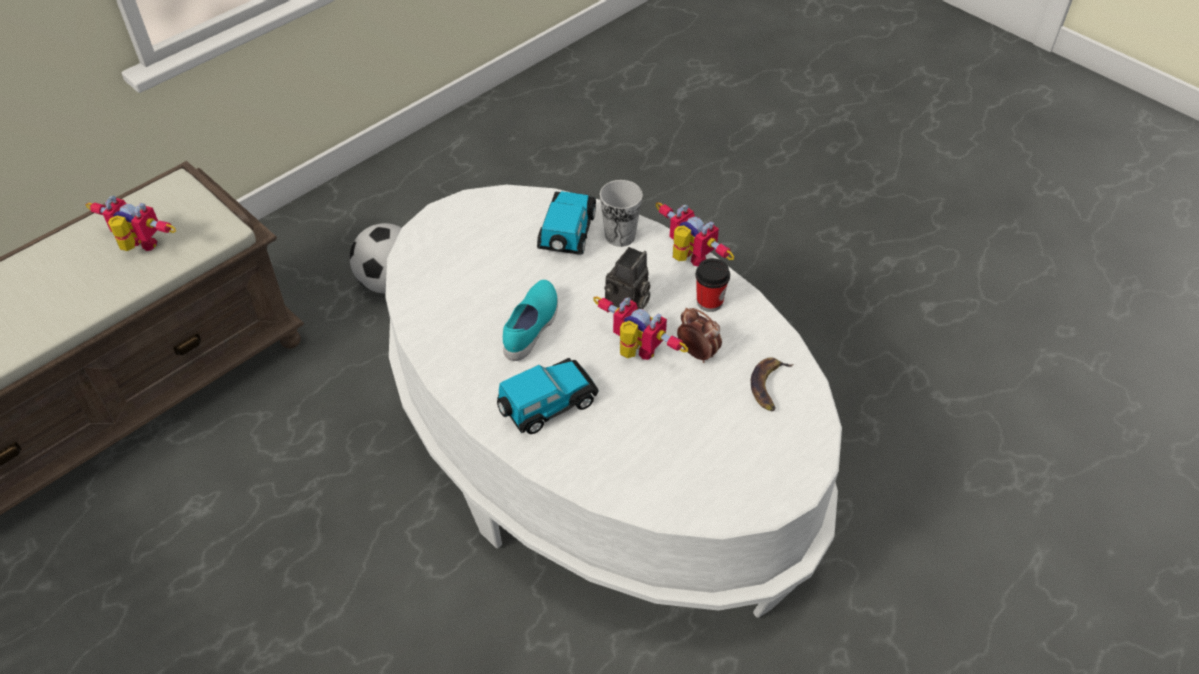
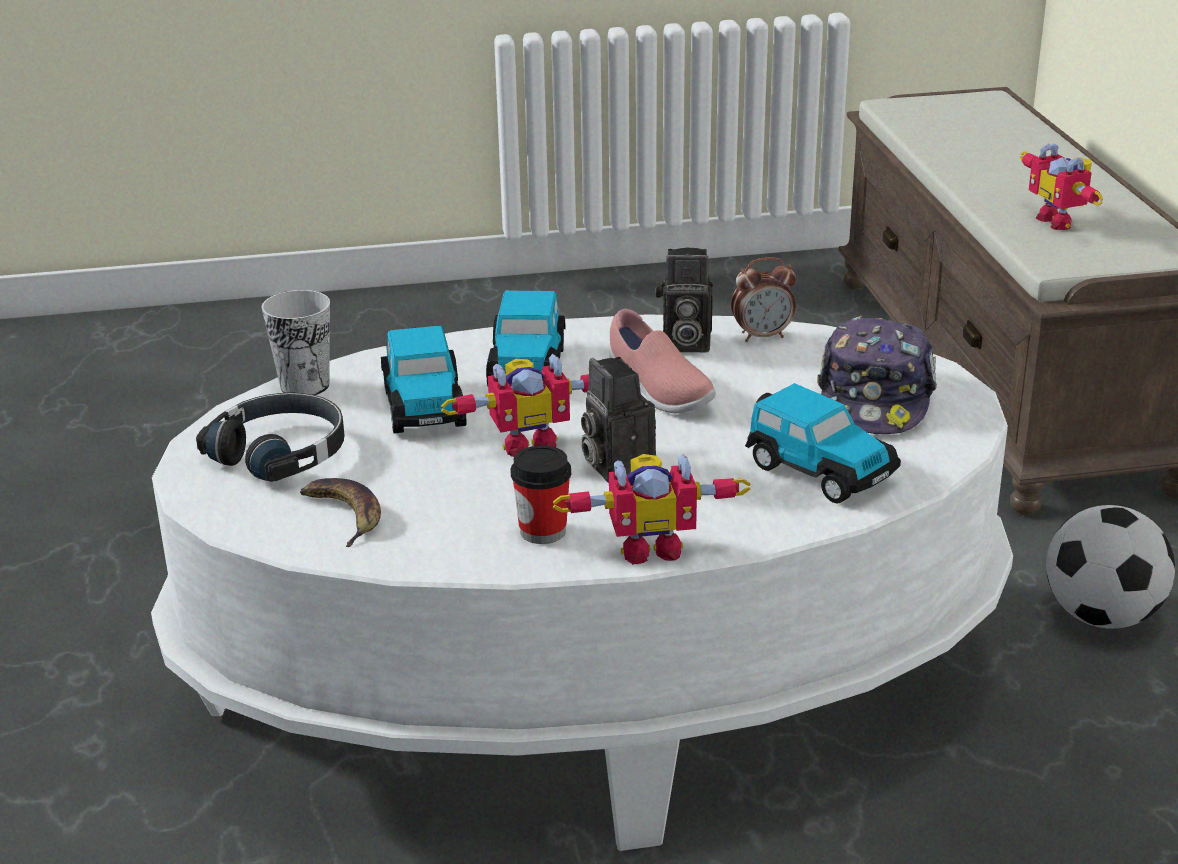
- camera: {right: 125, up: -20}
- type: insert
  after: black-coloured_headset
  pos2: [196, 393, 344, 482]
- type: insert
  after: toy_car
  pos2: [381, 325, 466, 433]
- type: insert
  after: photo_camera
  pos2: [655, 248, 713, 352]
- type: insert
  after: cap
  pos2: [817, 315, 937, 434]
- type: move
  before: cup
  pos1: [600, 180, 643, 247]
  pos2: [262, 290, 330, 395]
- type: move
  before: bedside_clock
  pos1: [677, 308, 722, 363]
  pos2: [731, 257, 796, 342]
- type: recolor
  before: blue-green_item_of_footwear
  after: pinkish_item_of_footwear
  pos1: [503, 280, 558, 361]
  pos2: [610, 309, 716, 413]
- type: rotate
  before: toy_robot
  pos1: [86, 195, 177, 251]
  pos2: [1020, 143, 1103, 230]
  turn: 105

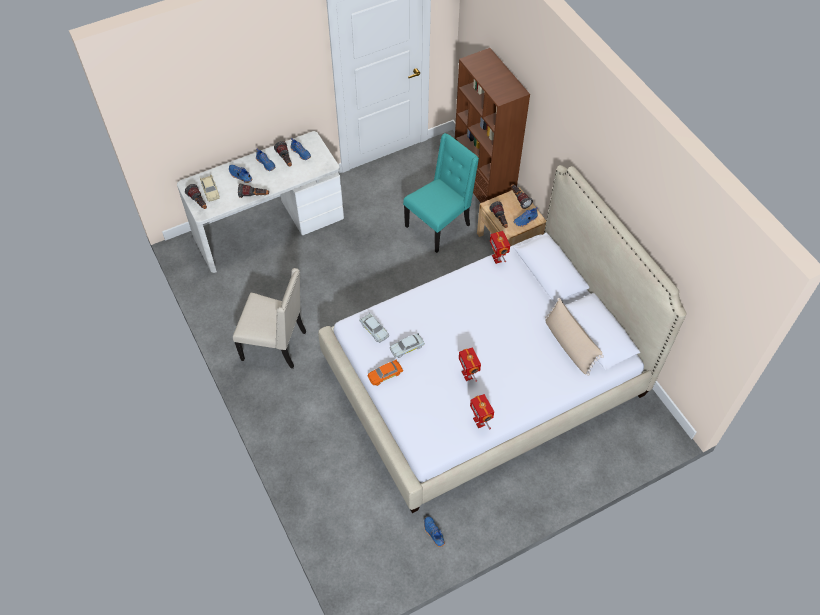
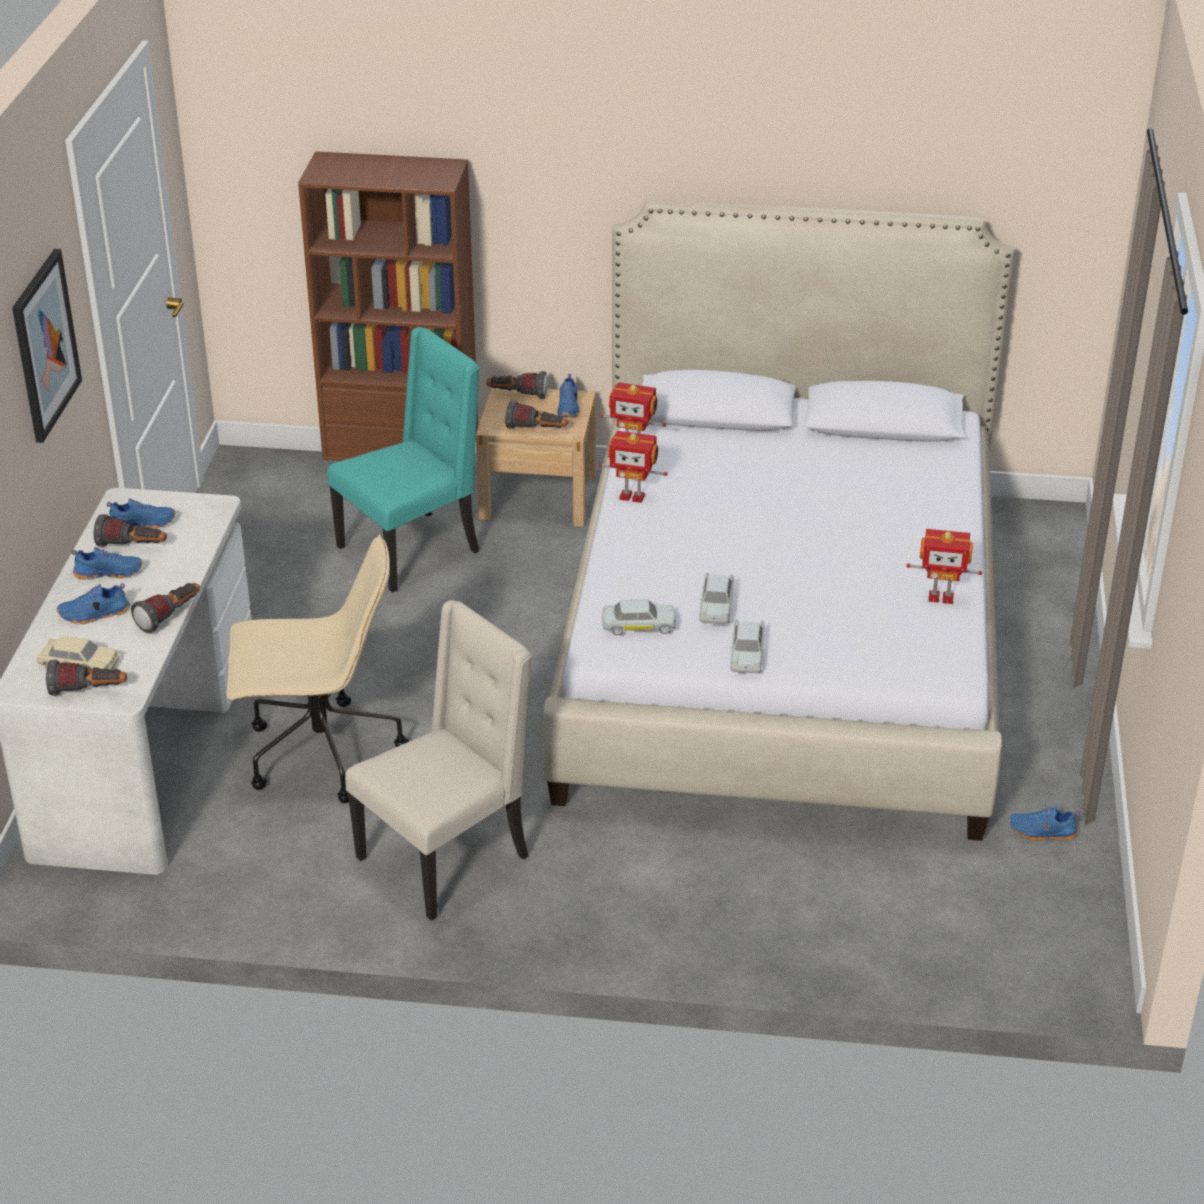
- camera: {right: -55, up: -20}
- type: delete
  before: sand-coloured_cushion
  pos1: [545, 298, 604, 376]
- type: insert
  after: wall_picture
  pos2: [12, 249, 82, 443]
- type: insert
  after: sand-coloured_desk_chair
  pos2: [227, 535, 409, 803]
- type: move
  before: toy_robot
  pos1: [459, 347, 481, 382]
  pos2: [599, 431, 668, 503]
- type: recolor
  before: orangey_toy_car
  after: white_toy_car
  pos1: [367, 360, 403, 386]
  pos2: [730, 619, 765, 673]
- type: rotate
  before: blue-green_chair
  pos1: [403, 133, 479, 253]
  pos2: [327, 327, 479, 593]
  turn: 60

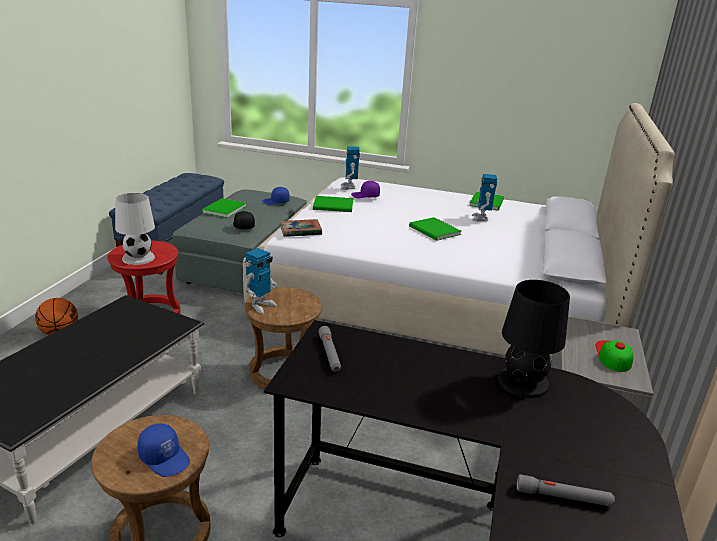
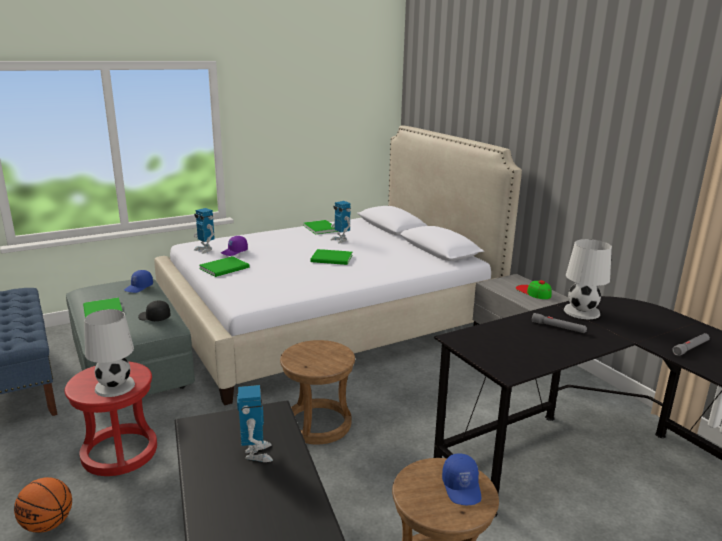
- camera: {right: -45, up: -5}
- type: delete
  before: book
  pos1: [280, 219, 322, 237]
- type: move
  before: toy_robot
  pos1: [245, 248, 277, 314]
  pos2: [237, 385, 273, 462]
- type: move
  before: gray_flashlight
  pos1: [318, 326, 341, 372]
  pos2: [532, 313, 587, 333]
- type: recolor
  before: black-coloured_tabletop_lamp
  after: white_tabletop_lamp
  pos1: [498, 280, 570, 398]
  pos2: [564, 239, 612, 319]
- type: rotate
  before: blue-coloured_cap
  pos1: [137, 424, 190, 477]
  pos2: [442, 453, 481, 505]
  turn: 90

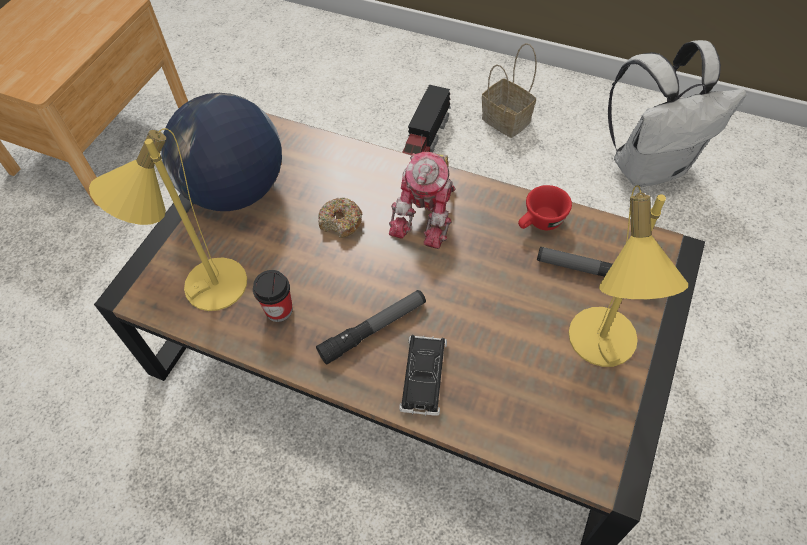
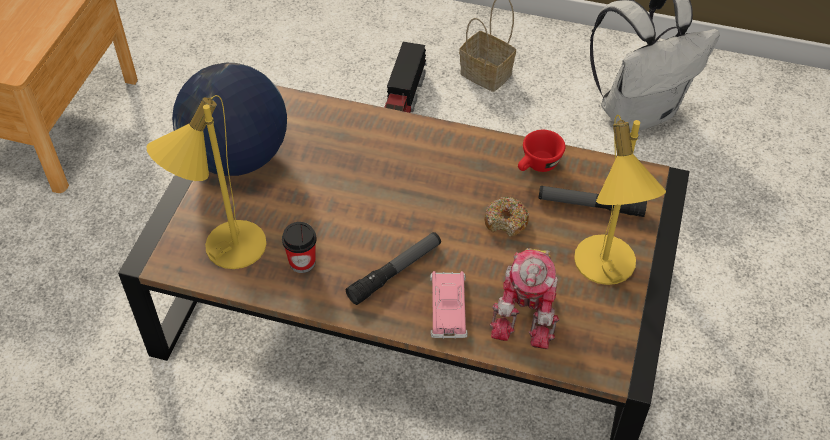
- camera: {right: -10, up: -5}
- type: move
  before: doughnut
  pos1: [318, 198, 362, 238]
  pos2: [484, 197, 529, 237]
- type: move
  before: toy_robot
  pos1: [389, 152, 456, 249]
  pos2: [490, 248, 559, 349]
- type: recolor
  before: black-coloured_toy_car
  after: pinkish_toy_car
  pos1: [399, 335, 447, 416]
  pos2: [430, 271, 468, 339]

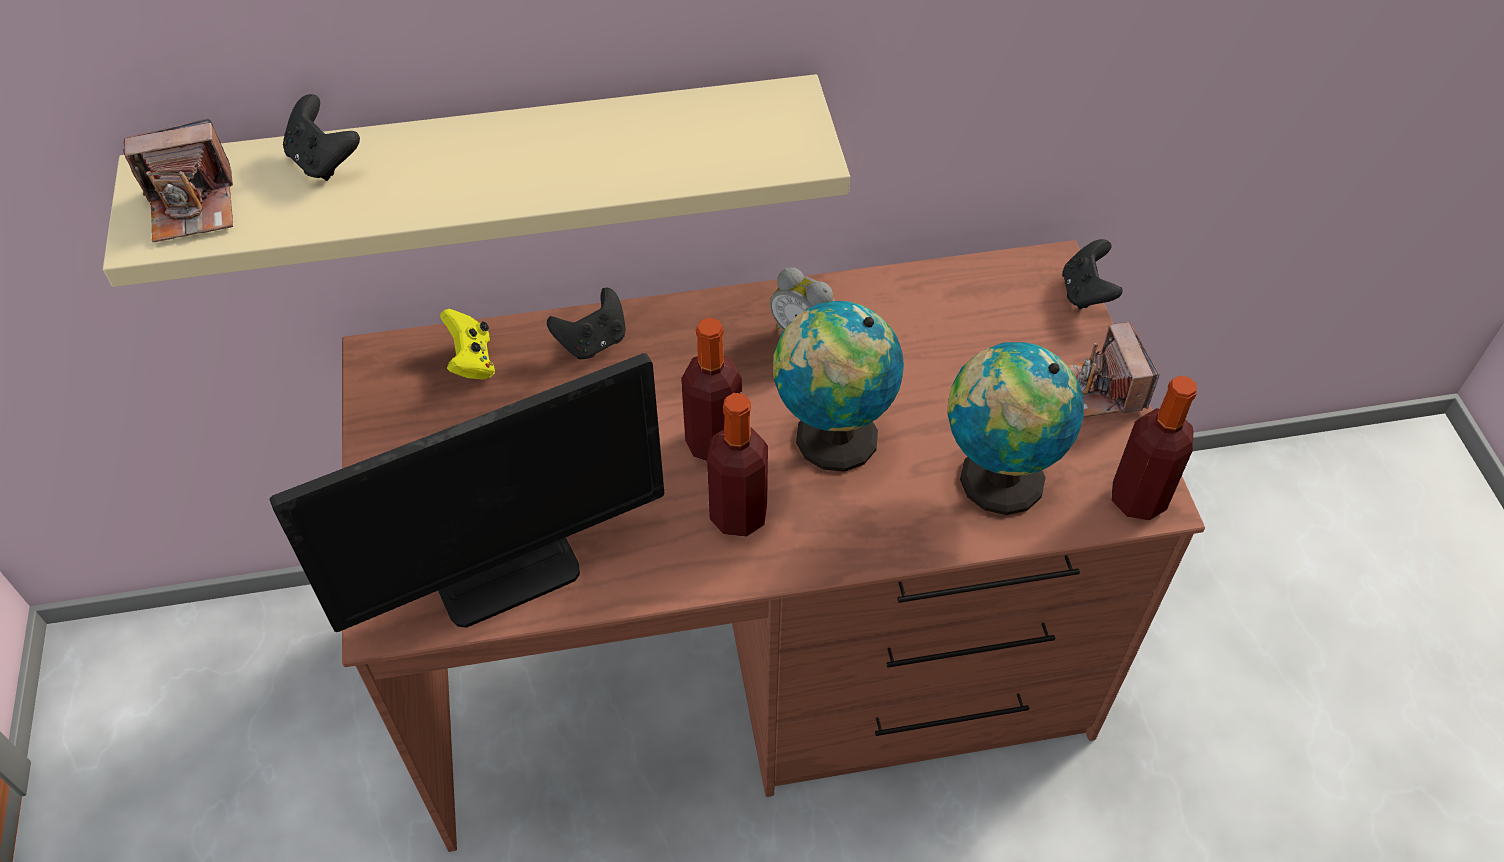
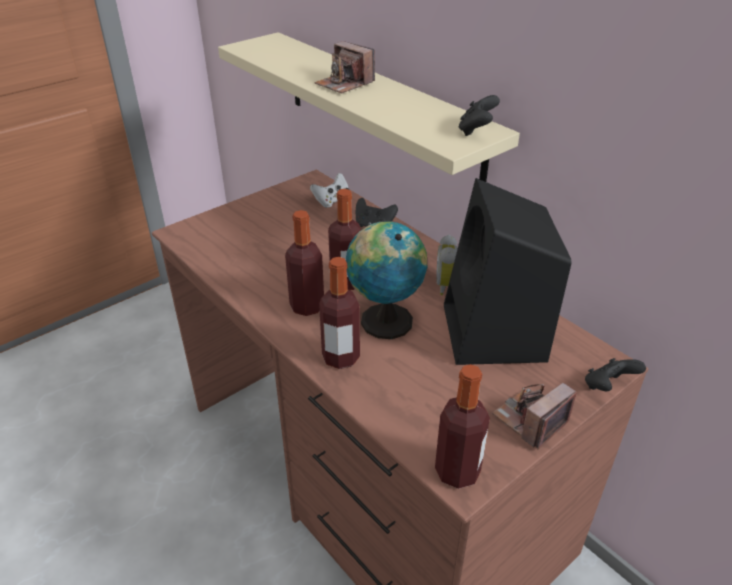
- camera: {right: 60, up: -15}
- type: delete
  before: monitor
  pos1: [270, 353, 664, 632]
- type: delete
  before: world_globe
  pos1: [947, 342, 1084, 515]
- type: insert
  after: beverage_bottle
  pos2: [319, 257, 360, 369]
- type: insert
  after: black-coloured_audio_speaker
  pos2: [444, 178, 571, 365]
- type: move
  before: photo_camera
  pos1: [123, 118, 233, 242]
  pos2: [314, 41, 375, 93]
- type: move
  before: black-coloured_game_controller
  pos1: [283, 94, 360, 181]
  pos2: [459, 95, 500, 136]
- type: recolor
  before: yellow-coloured_game_controller
  after: white_game_controller
  pos1: [440, 309, 495, 379]
  pos2: [310, 173, 349, 208]

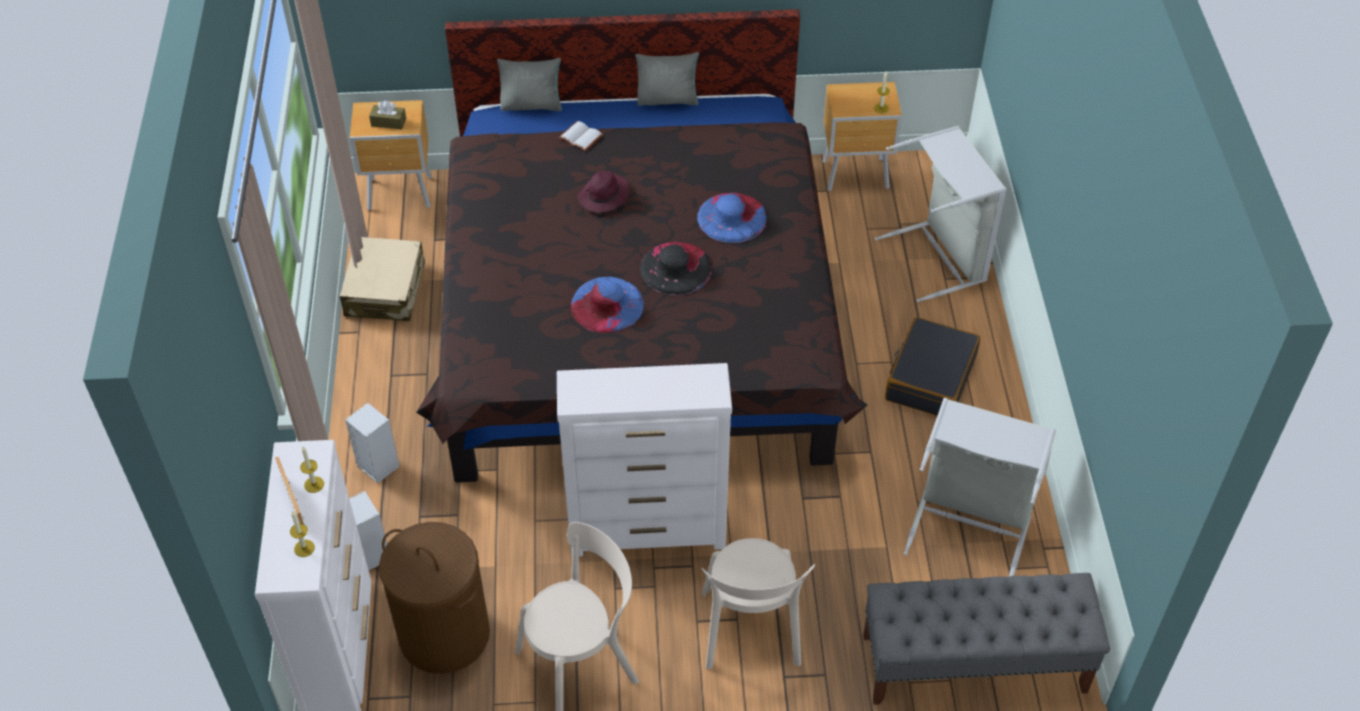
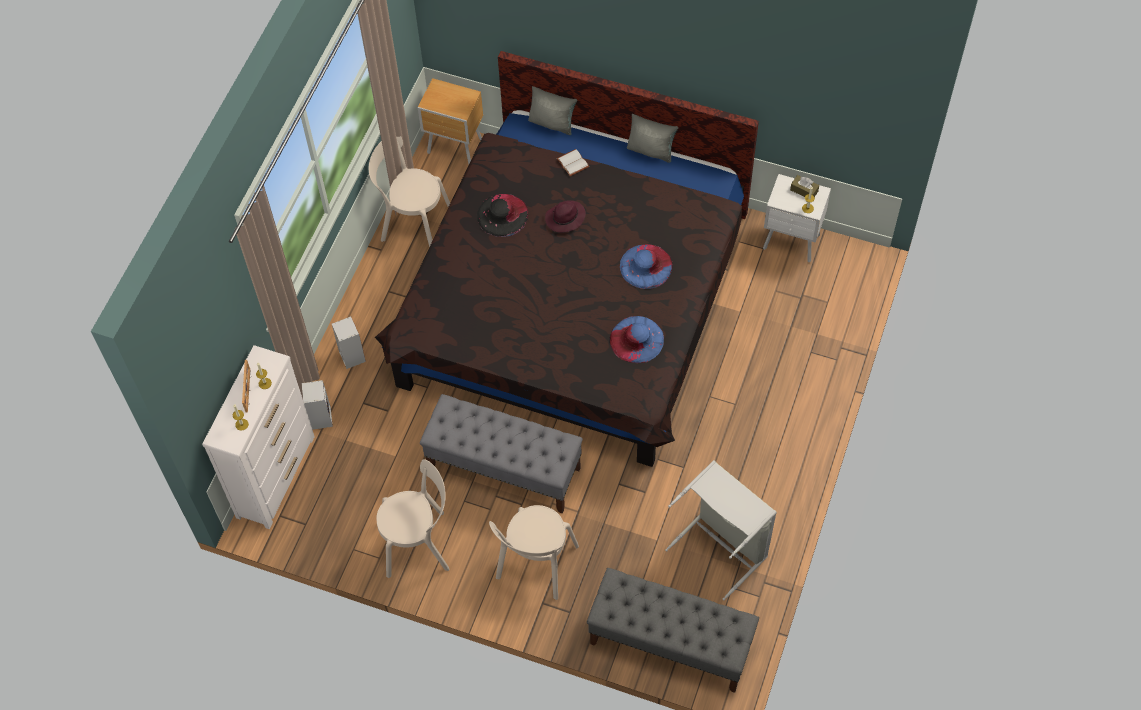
- camera: {right: 25, up: 10}
- type: delete
  before: brown_hamper
  pos1: [379, 522, 490, 674]
- type: delete
  before: gray_hamper
  pos1: [874, 126, 1007, 302]
- type: delete
  before: black-coloured_suitcase
  pos1: [885, 317, 980, 416]
- type: move
  before: brown_tissue_box
  pos1: [369, 101, 406, 129]
  pos2: [790, 175, 819, 197]
- type: move
  before: blue-coloured_hat
  pos1: [571, 277, 644, 333]
  pos2: [609, 316, 664, 363]
- type: move
  before: black-coloured_hat
  pos1: [640, 242, 712, 295]
  pos2: [477, 194, 528, 237]
- type: replace
  before: sand-coloured_suitcase
  after: sand-coloured_chair
  pos1: [340, 237, 425, 321]
  pos2: [369, 136, 450, 247]
- type: replace
  before: white_chest_of_drawers
  after: gray_bench
  pos1: [557, 363, 732, 556]
  pos2: [420, 394, 583, 514]
- type: recolor
  before: brown_nightstand
  after: white_nightstand
  pos1: [822, 82, 902, 191]
  pos2: [763, 174, 831, 262]

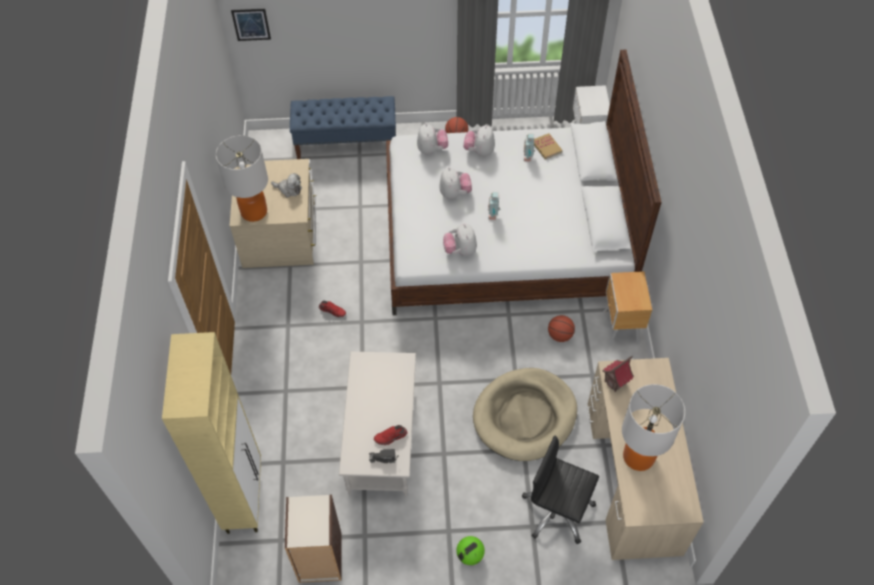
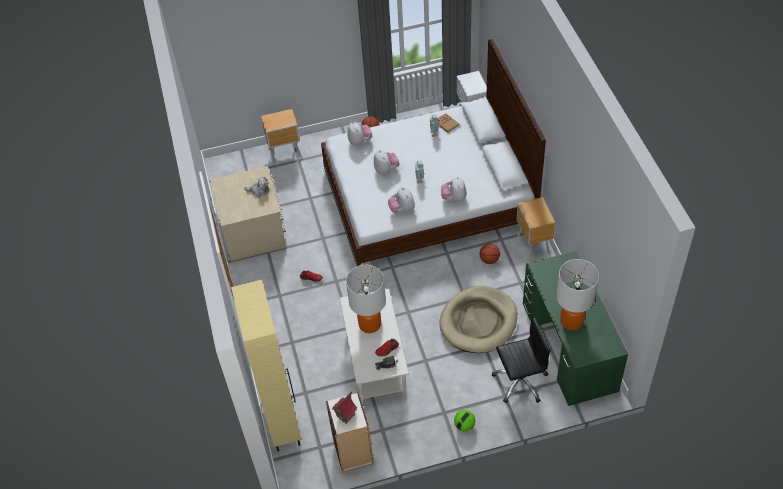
- camera: {right: -10, up: -5}
- type: delete
  before: wall_picture
  pos1: [231, 9, 271, 41]
- type: move
  before: tabletop_lamp
  pos1: [216, 135, 268, 222]
  pos2: [346, 265, 386, 333]
- type: move
  before: plush_toy
  pos1: [464, 125, 495, 156]
  pos2: [441, 177, 467, 202]
- type: move
  before: miniature_house
  pos1: [603, 356, 634, 392]
  pos2: [332, 392, 357, 424]
- type: replace
  before: blue-coloured_bench
  after: brown_nightstand
  pos1: [290, 96, 396, 159]
  pos2: [261, 109, 301, 164]
- type: recolor
  before: sand-coloured_desk
  after: green-coloured_desk
  pos1: [588, 358, 704, 560]
  pos2: [523, 251, 628, 406]
- type: rotate
  before: black-coloured_desk_chair
  pos1: [522, 436, 599, 544]
  pos2: [492, 317, 551, 403]
  turn: 150

